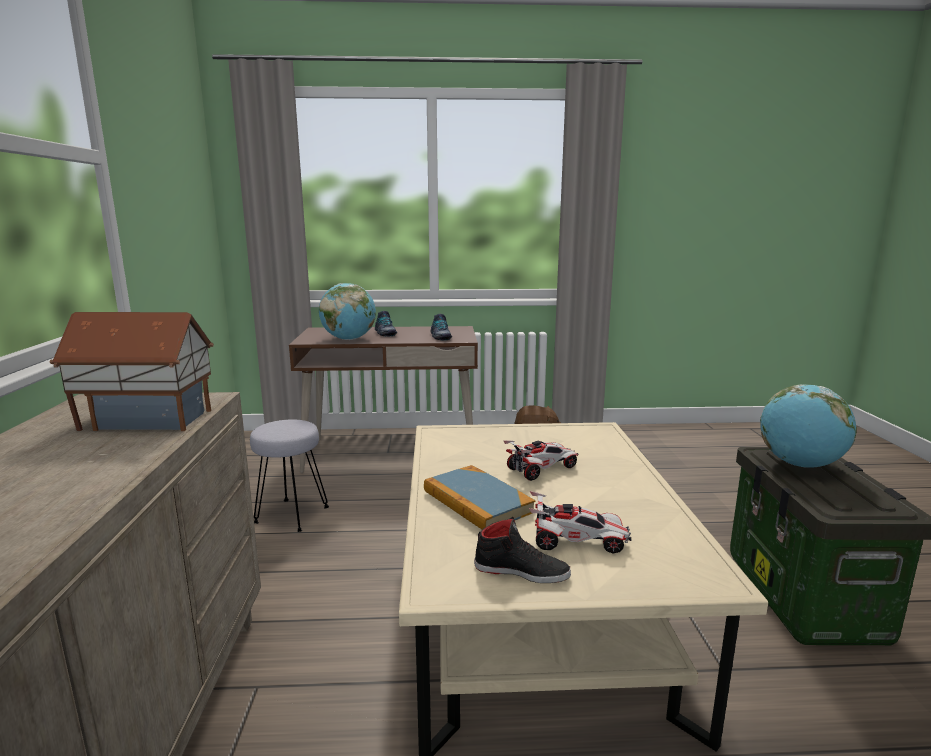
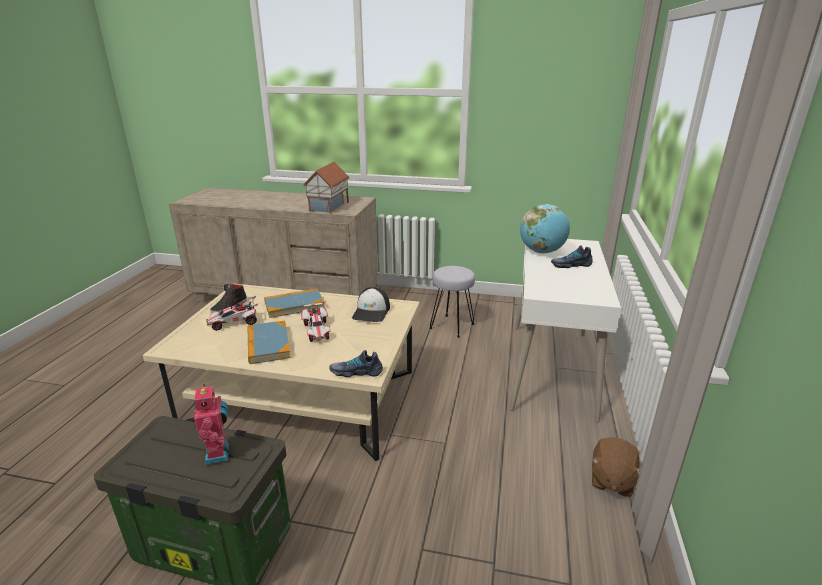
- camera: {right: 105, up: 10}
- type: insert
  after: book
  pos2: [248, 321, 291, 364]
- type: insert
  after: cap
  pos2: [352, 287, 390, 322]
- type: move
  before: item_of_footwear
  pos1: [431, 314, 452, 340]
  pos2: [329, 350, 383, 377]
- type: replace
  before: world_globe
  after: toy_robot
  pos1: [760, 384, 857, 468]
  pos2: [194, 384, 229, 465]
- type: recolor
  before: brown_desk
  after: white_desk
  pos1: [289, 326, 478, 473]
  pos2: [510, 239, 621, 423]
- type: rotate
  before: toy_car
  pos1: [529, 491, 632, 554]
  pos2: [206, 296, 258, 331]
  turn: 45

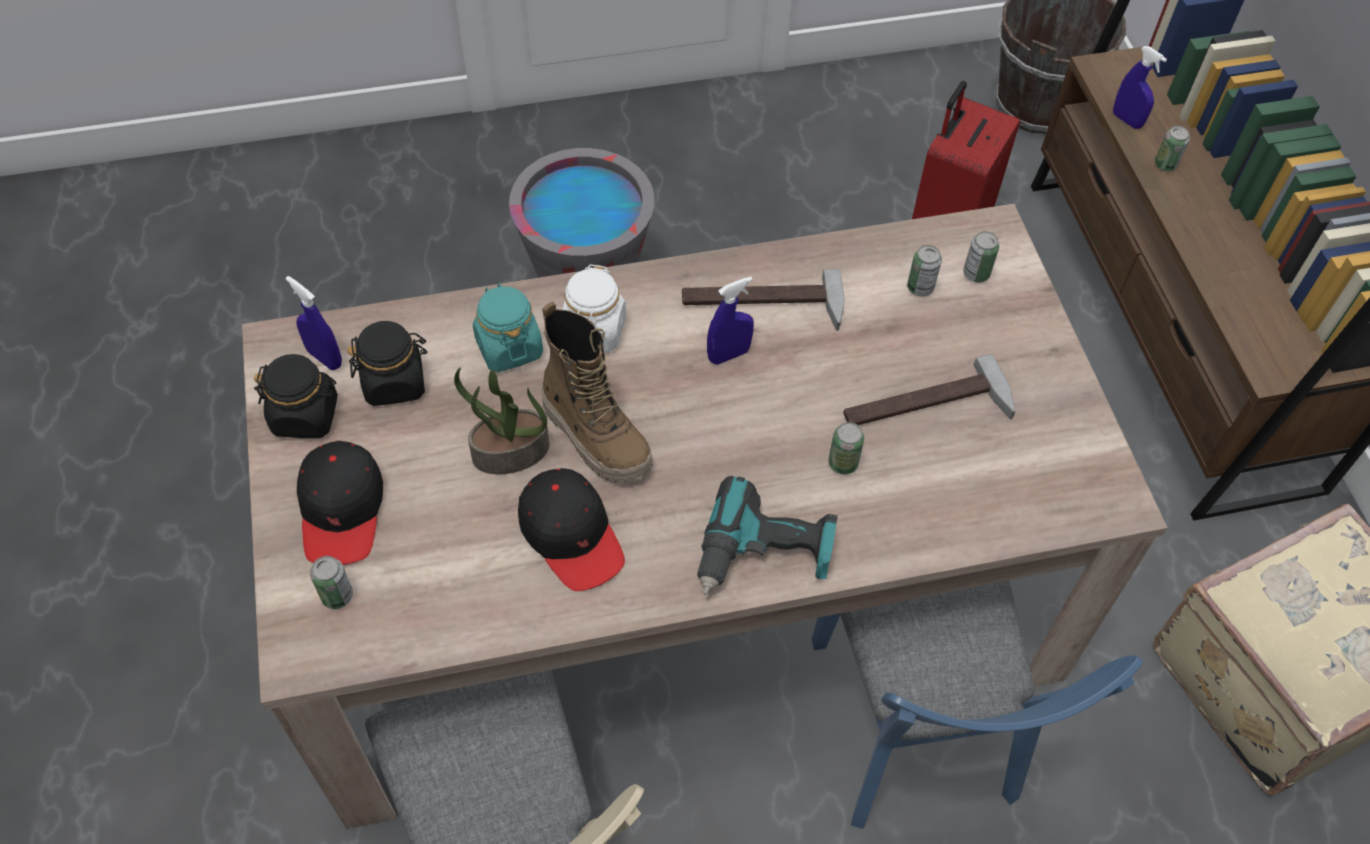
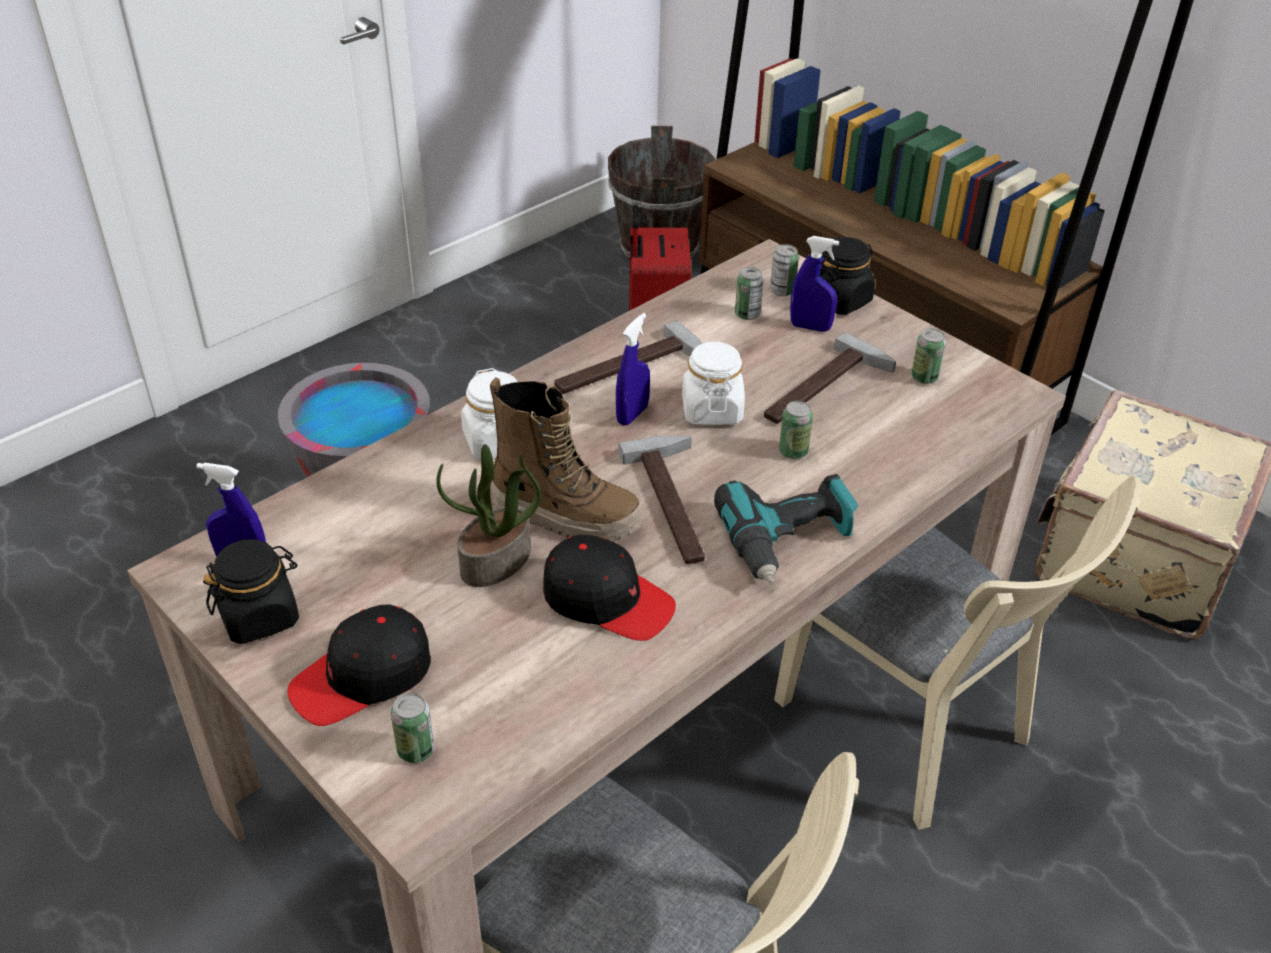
- camera: {right: -30, up: -15}
- type: delete
  before: blue-green_jar
  pos1: [473, 283, 543, 372]
- type: insert
  after: hammer
  pos2: [619, 436, 705, 564]
- type: insert
  after: white_jar
  pos2: [682, 341, 745, 425]
- type: move
  before: black-coloured_jar
  pos1: [347, 321, 428, 406]
  pos2: [820, 237, 875, 315]
- type: move
  before: blue-coloured_hand_sprayer
  pos1: [1113, 46, 1167, 129]
  pos2: [790, 236, 839, 332]
- type: move
  before: sealed_can
  pos1: [1155, 126, 1190, 171]
  pos2: [911, 328, 946, 384]
- type: recolor
  before: blue-coloured_chair
  after: sand-coloured_chair
  pos1: [812, 580, 1143, 829]
  pos2: [774, 476, 1141, 830]
- type: rotate
  before: black-coloured_cap
  pos1: [297, 441, 383, 565]
  pos2: [287, 604, 431, 726]
  turn: 90

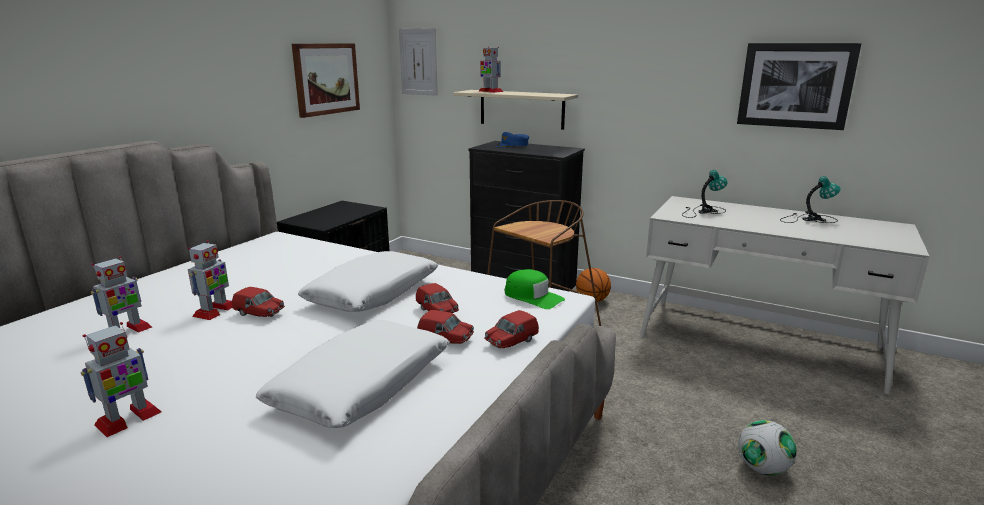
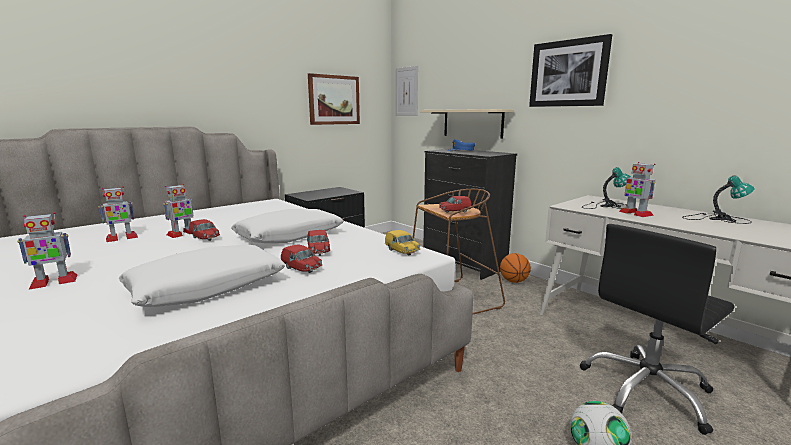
- camera: {right: 20, up: -5}
- type: insert
  after: black-coloured_desk_chair
  pos2: [580, 224, 735, 435]
- type: move
  before: toy_robot
  pos1: [479, 47, 503, 93]
  pos2: [619, 162, 656, 217]
- type: move
  before: reddish_toy_car
  pos1: [484, 310, 539, 348]
  pos2: [439, 196, 472, 213]
- type: move
  before: wall_picture
  pos1: [737, 43, 861, 130]
  pos2: [529, 34, 612, 107]
- type: replace
  before: green-coloured_cap
  after: yellow-coloured_toy_car
  pos1: [504, 269, 565, 309]
  pos2: [385, 230, 420, 255]

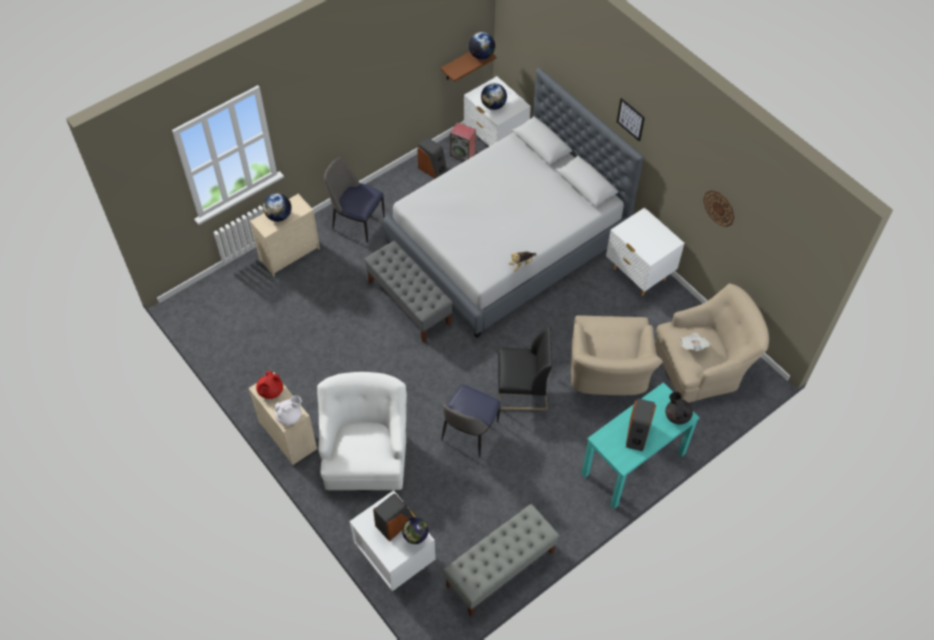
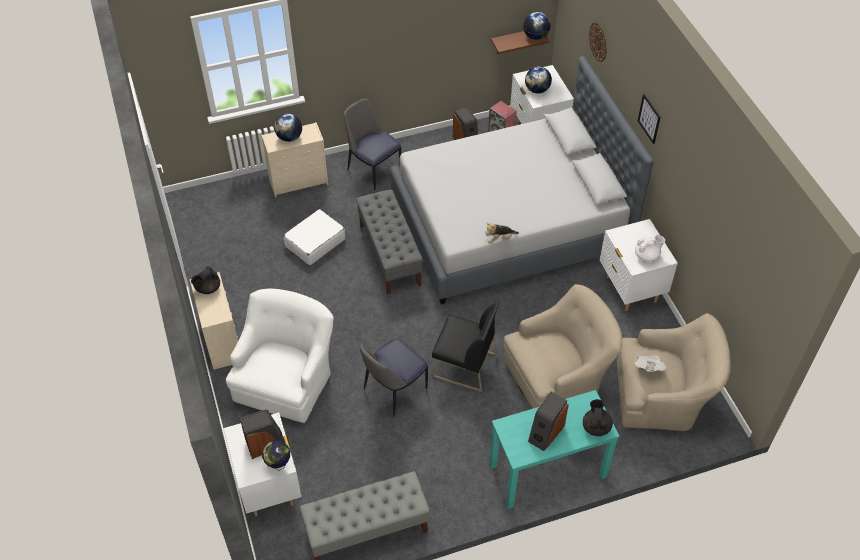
- camera: {right: 20, up: -5}
- type: insert
  after: white_suitcase
  pos2: [283, 209, 345, 265]
- type: move
  before: white_pot_for_tea
  pos1: [275, 395, 302, 425]
  pos2: [635, 235, 665, 261]
- type: move
  before: hanging_clock
  pos1: [703, 190, 735, 227]
  pos2: [589, 23, 607, 62]
- type: recolor
  before: reddish_pot_for_tea
  after: black-coloured_pot_for_tea
  pos1: [256, 371, 283, 399]
  pos2: [191, 266, 220, 294]
- type: rotate
  before: sand-coloured_armchair
  pos1: [571, 315, 663, 395]
  pos2: [503, 284, 623, 409]
  turn: -135

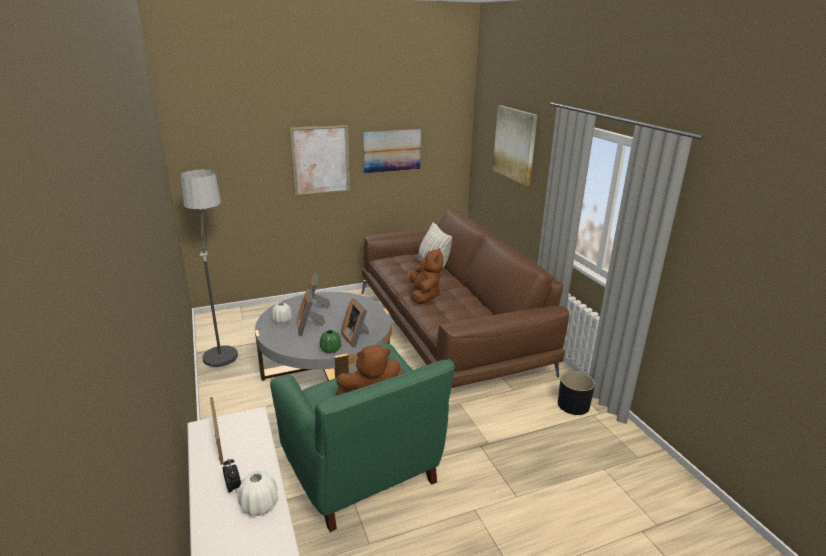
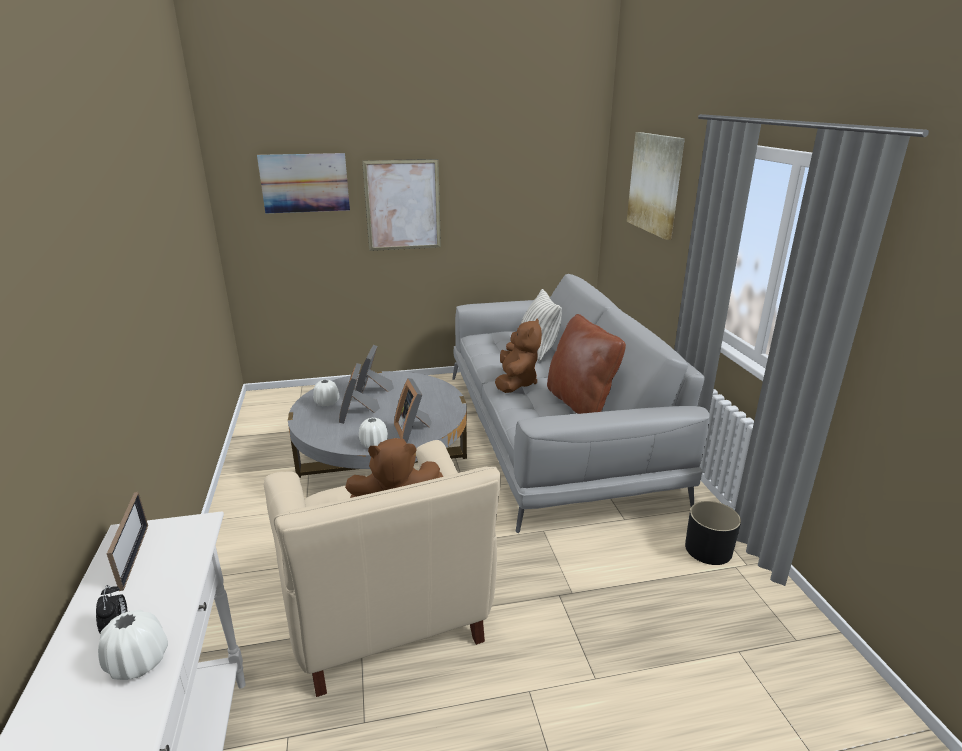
- camera: {right: 10, up: 0}
- type: delete
  before: floor_lamp
  pos1: [180, 170, 238, 370]
- type: insert
  after: brown_cushion
  pos2: [547, 314, 626, 414]
- type: move
  before: wall_picture
  pos1: [363, 129, 421, 173]
  pos2: [257, 153, 350, 213]
- type: recolor
  before: green-coloured_armchair
  after: sand-coloured_armchair
  pos1: [270, 344, 455, 532]
  pos2: [264, 440, 501, 697]
- type: recolor
  before: green-coloured_decorative_vase
  after: white_decorative_vase
  pos1: [320, 330, 341, 353]
  pos2: [359, 418, 388, 447]
- type: recolor
  before: brown_couch
  after: gray_couch
  pos1: [361, 209, 569, 388]
  pos2: [452, 274, 710, 533]

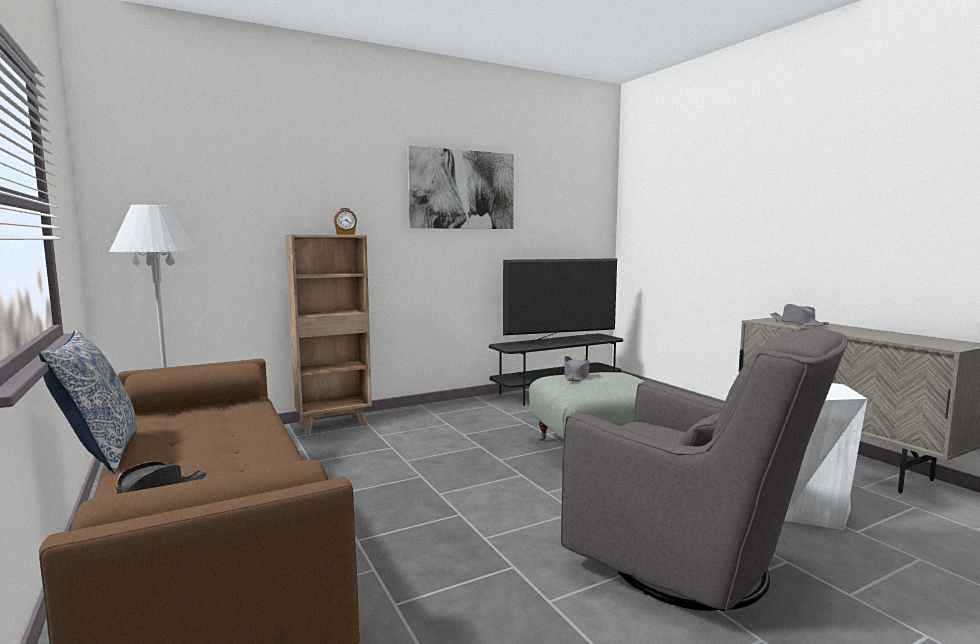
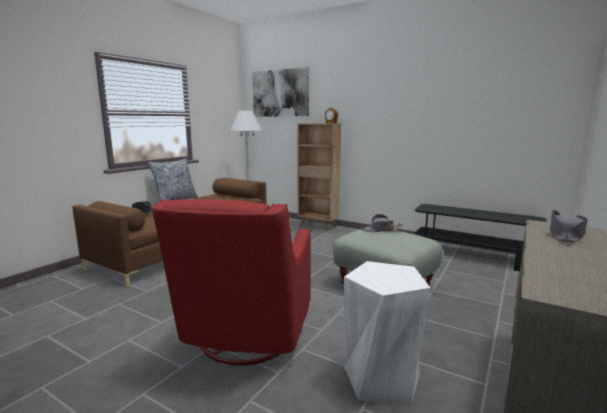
- camera: {right: 60, up: 5}
- type: delete
  before: TV
  pos1: [503, 258, 617, 344]
- type: move
  before: wall_picture
  pos1: [407, 145, 514, 229]
  pos2: [252, 67, 309, 117]
- type: recolor
  before: gray_armchair
  after: reddish_armchair
  pos1: [561, 326, 848, 611]
  pos2: [152, 199, 311, 366]

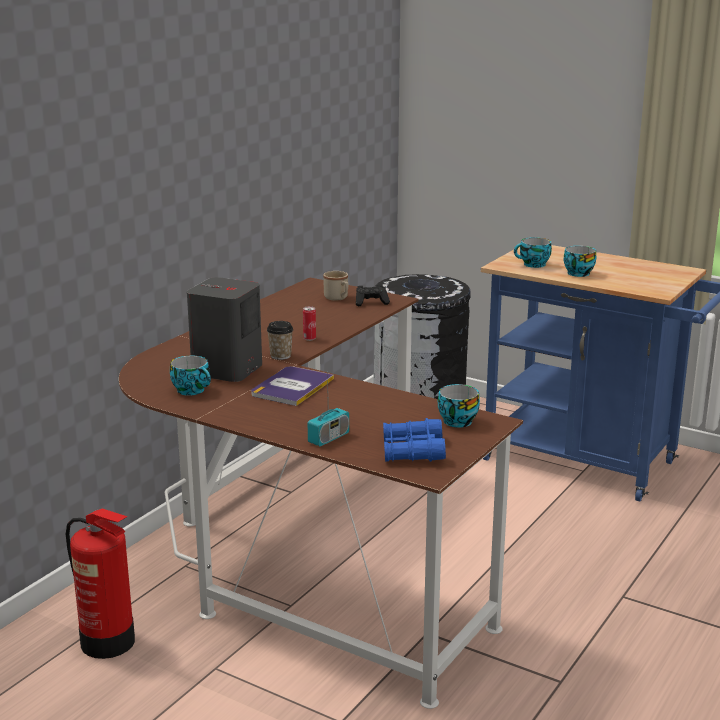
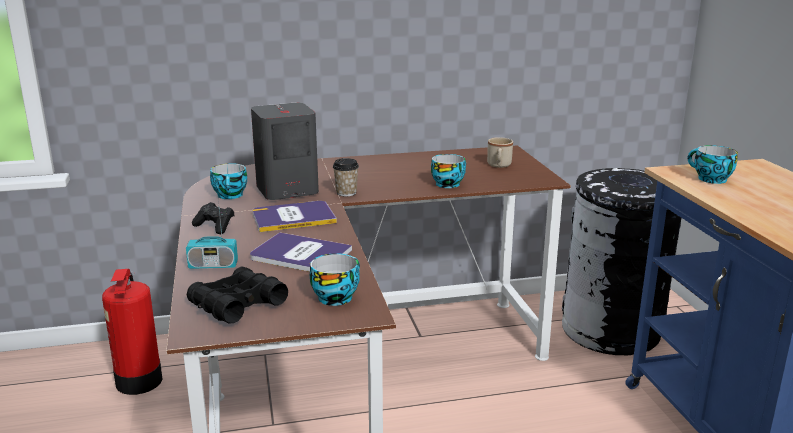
- camera: {right: 45, up: 0}
- type: delete
  before: sealed_can
  pos1: [303, 306, 316, 341]
- type: insert
  after: book
  pos2: [250, 232, 352, 272]
- type: move
  before: black-coloured_game_controller
  pos1: [356, 285, 390, 306]
  pos2: [192, 202, 235, 234]
- type: move
  before: cup
  pos1: [564, 246, 596, 277]
  pos2: [431, 154, 466, 188]
- type: recolor
  before: blue-coloured_pair_of_binoculars
  after: black-coloured_pair_of_binoculars
  pos1: [383, 418, 446, 462]
  pos2: [187, 267, 288, 324]

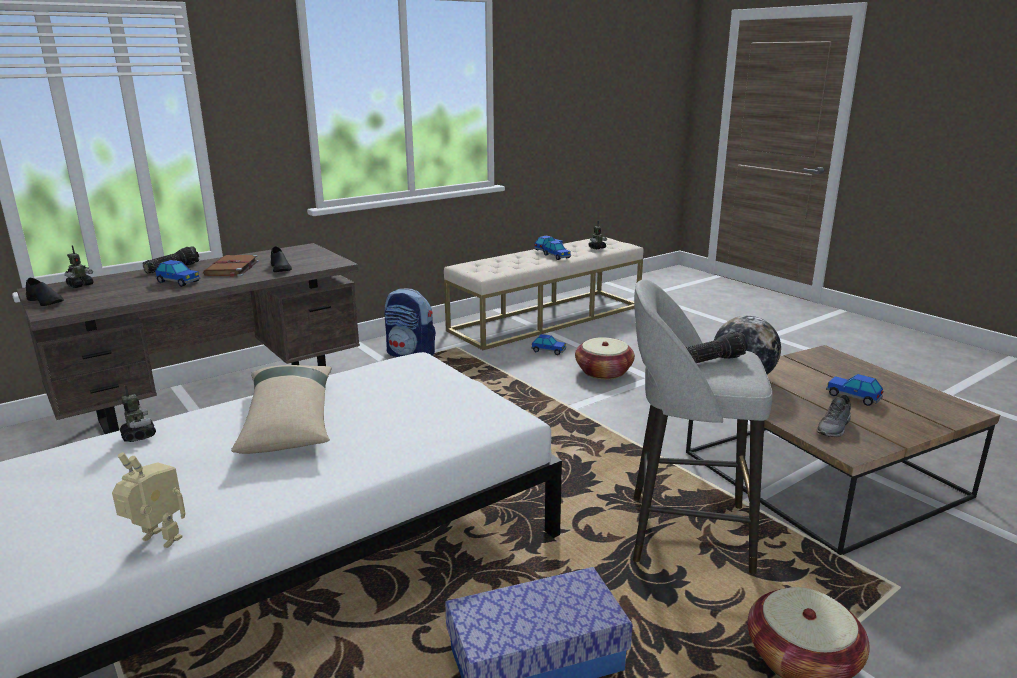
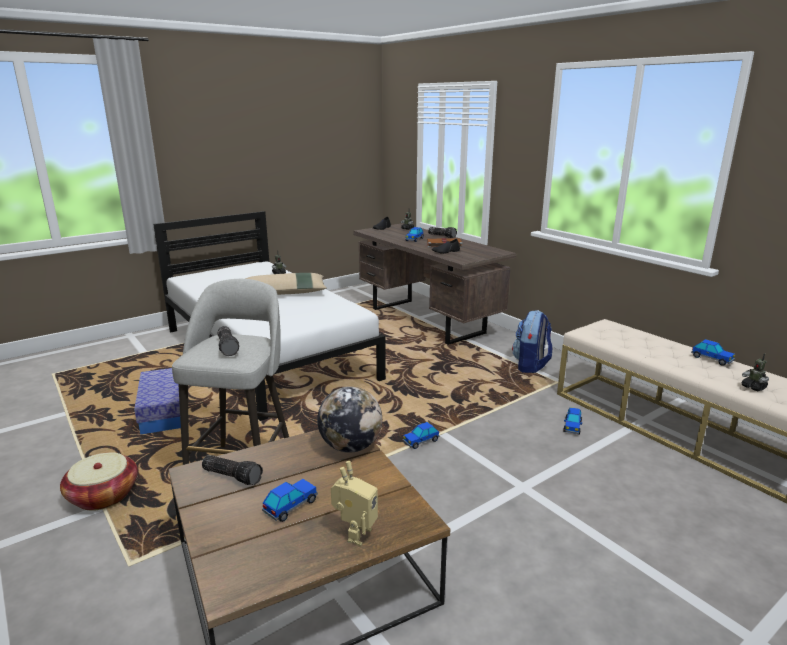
- camera: {right: 90, up: 0}
- type: delete
  before: basket
  pos1: [575, 337, 635, 380]
- type: move
  before: toy_robot
  pos1: [112, 452, 185, 548]
  pos2: [331, 461, 378, 546]
- type: move
  before: toy_car
  pos1: [543, 241, 571, 260]
  pos2: [402, 422, 440, 449]
- type: replace
  before: gray_item_of_footwear
  after: flashlight
  pos1: [816, 395, 851, 437]
  pos2: [202, 455, 263, 485]

